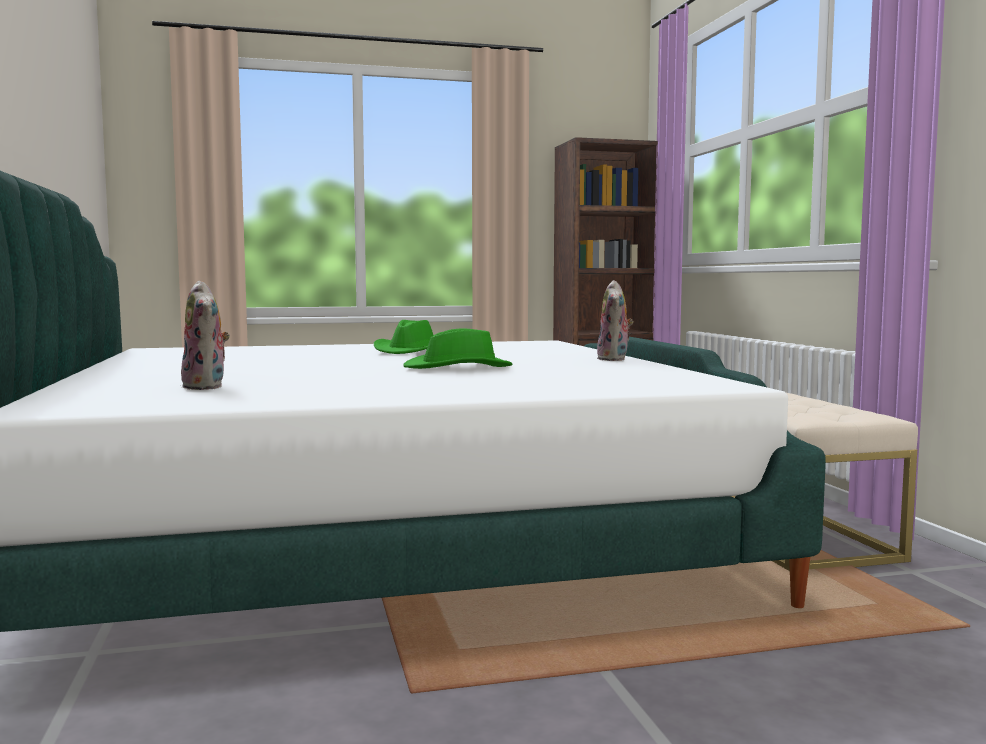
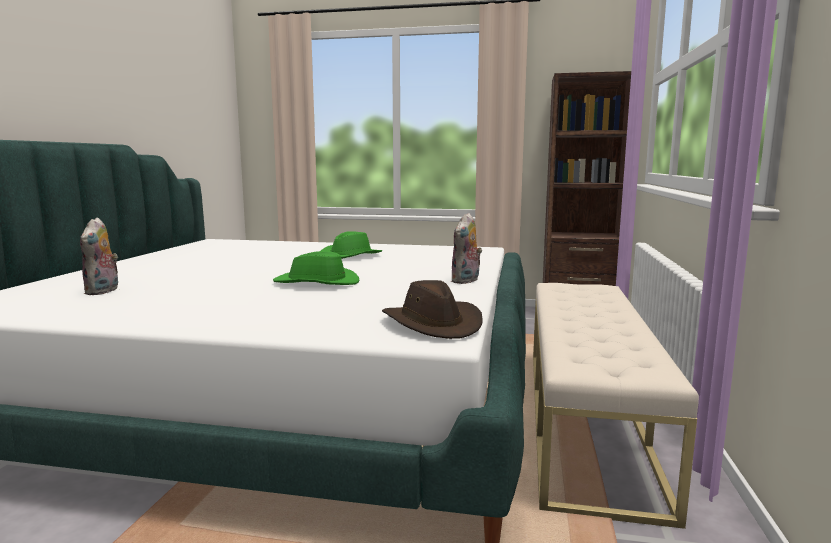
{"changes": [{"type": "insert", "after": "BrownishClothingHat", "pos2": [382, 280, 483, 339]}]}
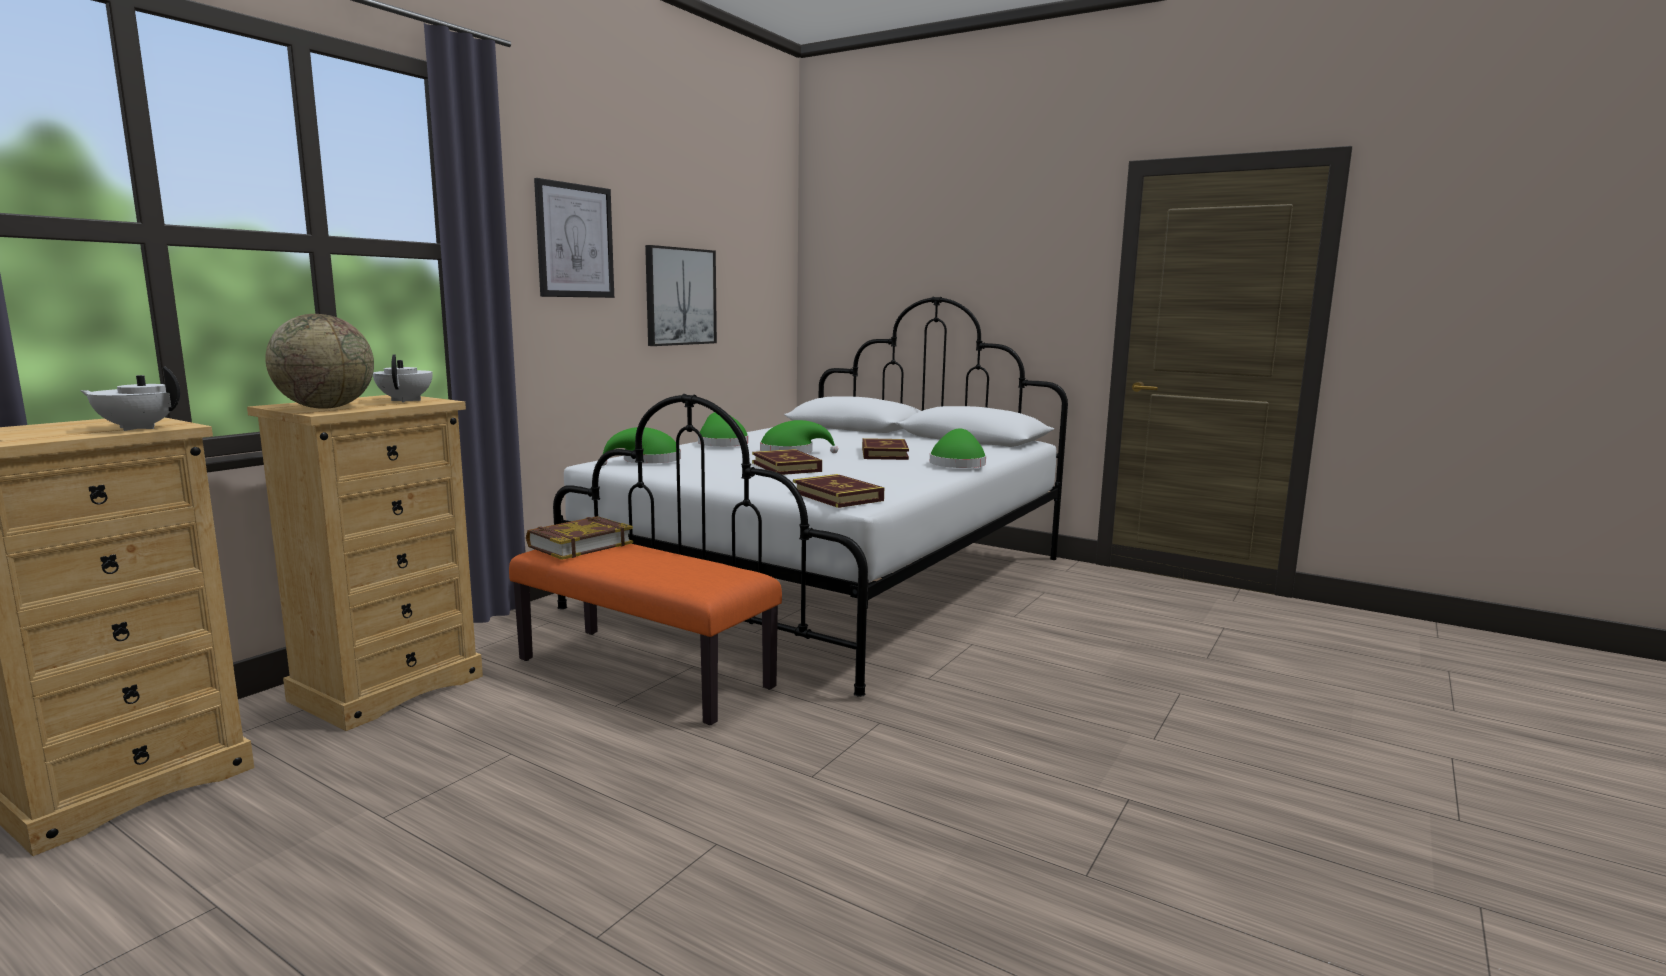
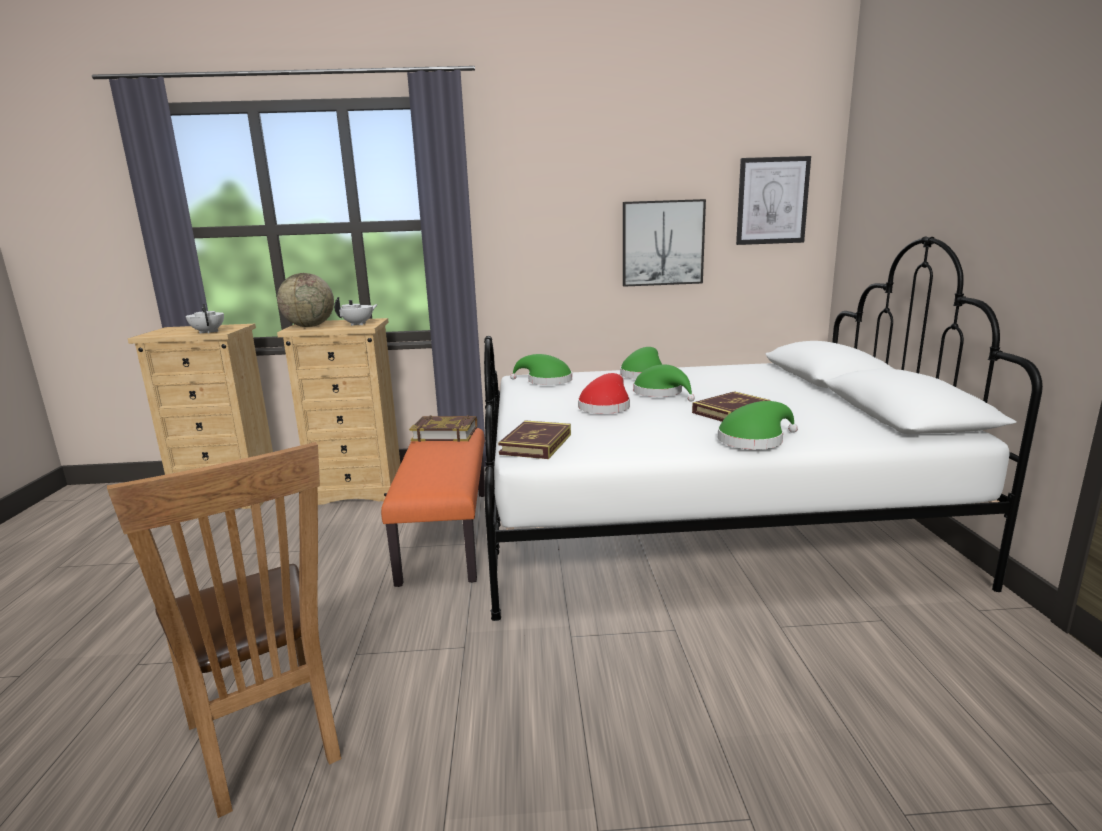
{"changes": [{"type": "move", "before": "WallArt", "pos1": [534, 178, 614, 298], "pos2": [736, 156, 811, 245]}, {"type": "replace", "before": "Volume", "after": "RedClothingHat", "pos1": [752, 449, 822, 475], "pos2": [578, 373, 630, 414]}, {"type": "insert", "after": "BrownishUprightChair", "pos2": [107, 442, 341, 818]}]}
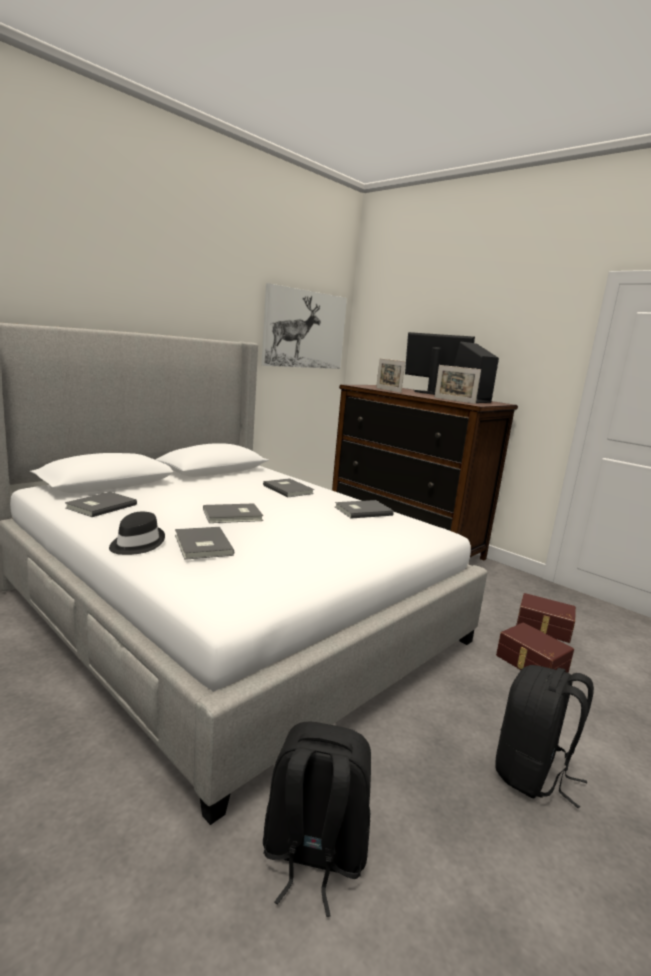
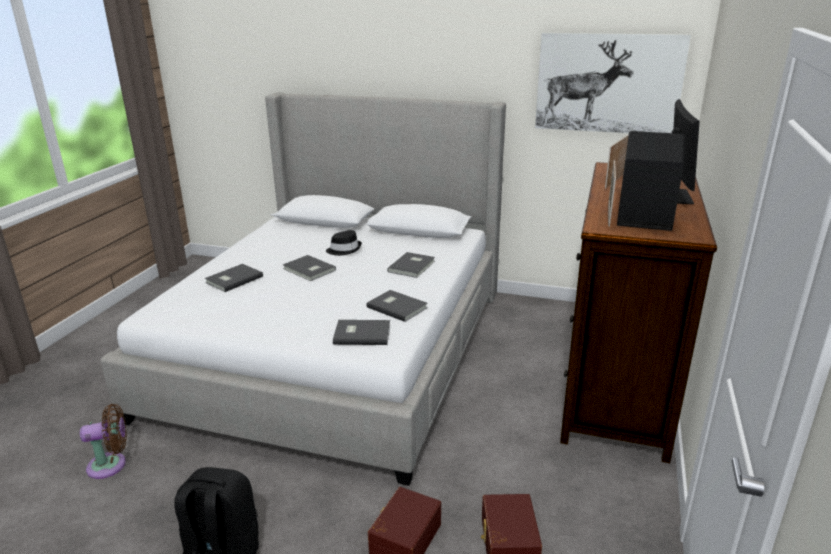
{"changes": [{"type": "move", "before": "GrayVolume", "pos1": [65, 492, 137, 517], "pos2": [333, 320, 390, 345]}, {"type": "move", "before": "BlackColouredClothingHat", "pos1": [109, 512, 165, 555], "pos2": [326, 230, 362, 256]}, {"type": "replace", "before": "BlackColouredBackpack", "after": "BrownishFan", "pos1": [263, 721, 371, 917], "pos2": [80, 404, 126, 479]}]}
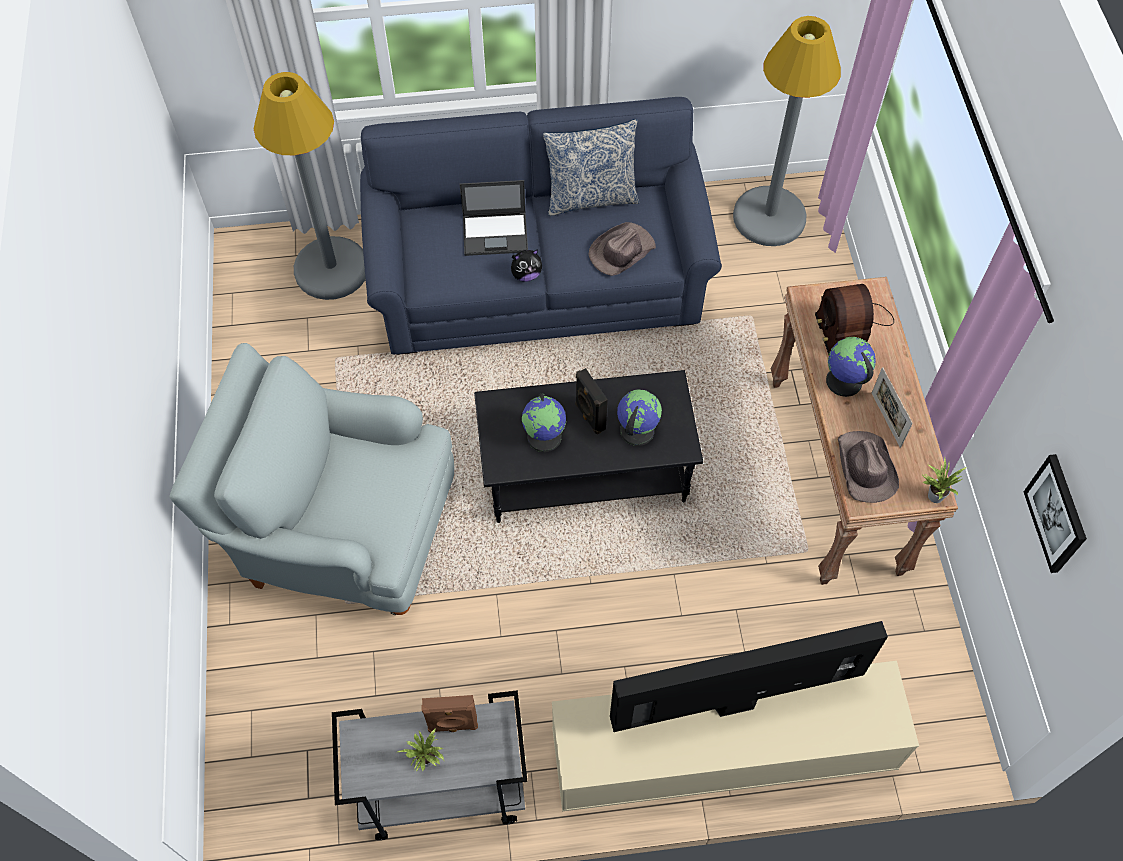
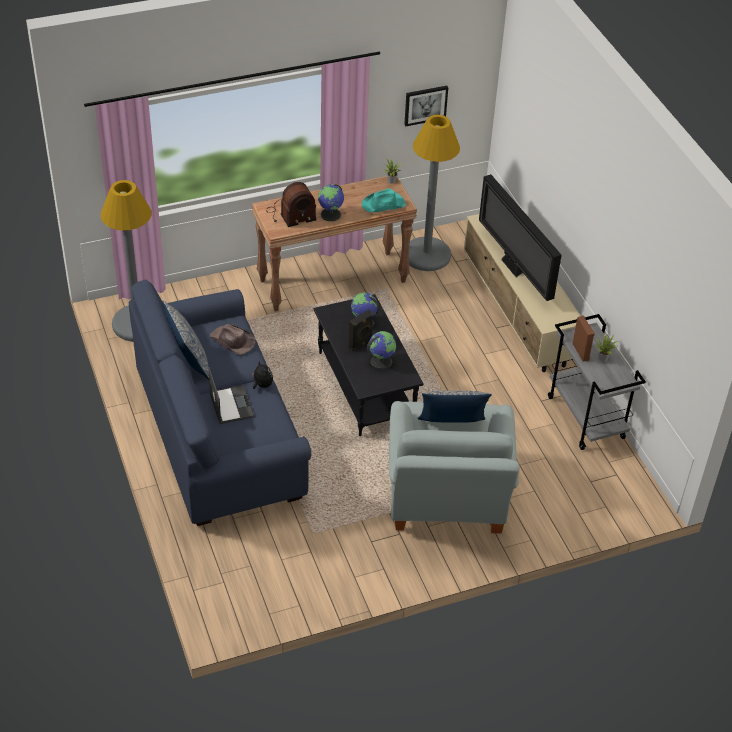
{"changes": [{"type": "move", "before": "GrayStandardLamp", "pos1": [254, 72, 366, 300], "pos2": [409, 115, 460, 271]}, {"type": "delete", "before": "PhotoFrame", "pos1": [872, 367, 913, 448]}, {"type": "recolor", "before": "BrownishClothingHat", "after": "TurquoiseColouredClothingHat", "pos1": [838, 431, 899, 503], "pos2": [362, 188, 405, 212]}, {"type": "insert", "after": "ThrowPillow", "pos2": [418, 391, 492, 423]}]}
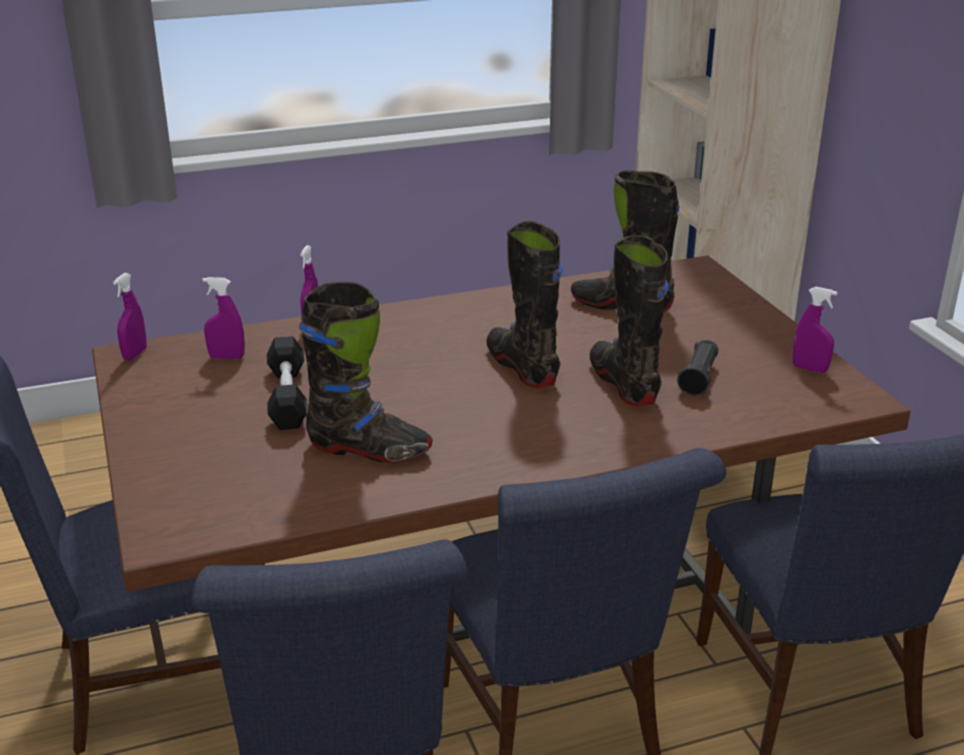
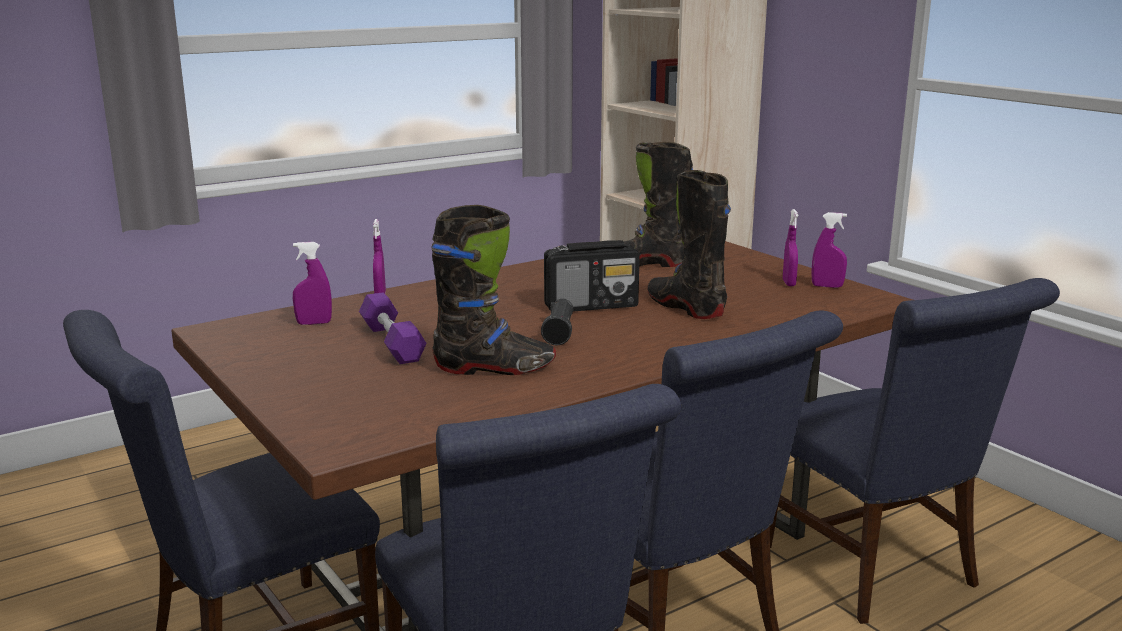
{"changes": [{"type": "replace", "before": "BlackColouredTallBoot", "after": "RadioSet", "pos1": [486, 221, 563, 388], "pos2": [544, 240, 640, 311]}, {"type": "move", "before": "PurpleColouredSprayer", "pos1": [113, 273, 147, 360], "pos2": [783, 209, 798, 286]}, {"type": "recolor", "before": "BlackColouredHandWeight", "after": "PurpleColouredHandWeight", "pos1": [267, 336, 307, 430], "pos2": [359, 292, 427, 364]}, {"type": "move", "before": "BlackColouredHandTorch", "pos1": [677, 340, 718, 396], "pos2": [541, 299, 573, 346]}]}
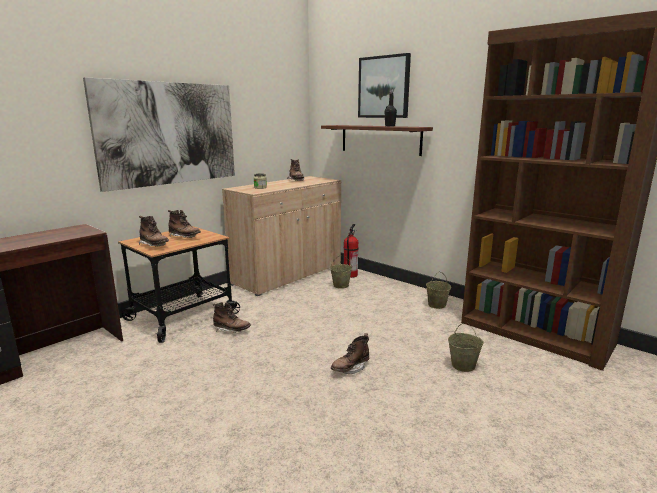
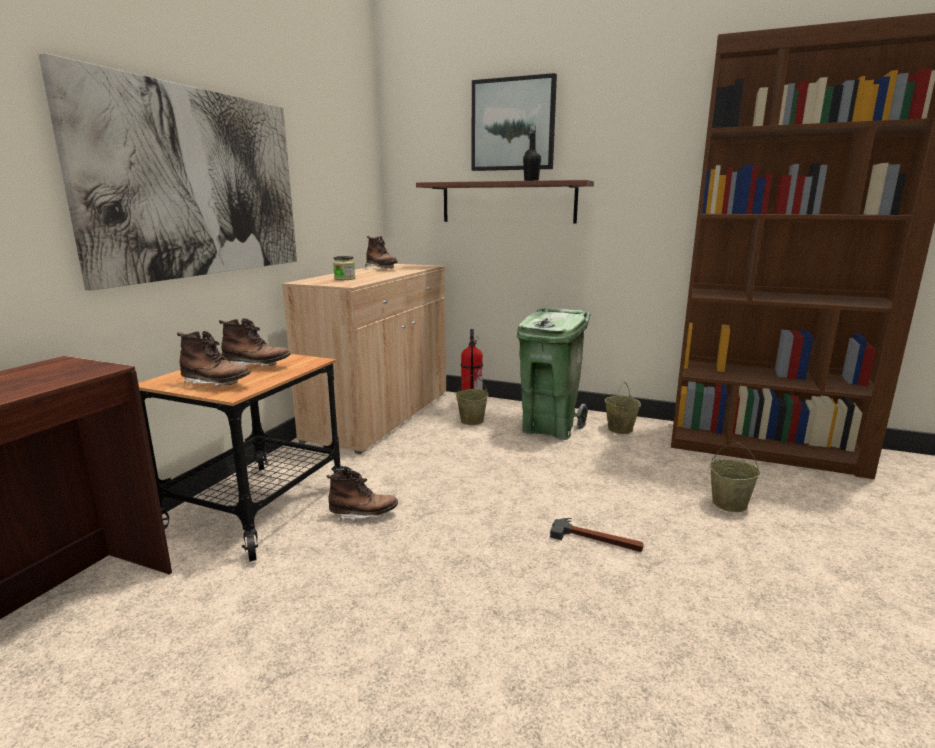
{"changes": [{"type": "replace", "before": "BrownishTallBoot", "after": "HandHammer", "pos1": [331, 333, 369, 374], "pos2": [550, 518, 644, 552]}, {"type": "insert", "after": "GreenRubbishBin", "pos2": [517, 308, 590, 440]}]}
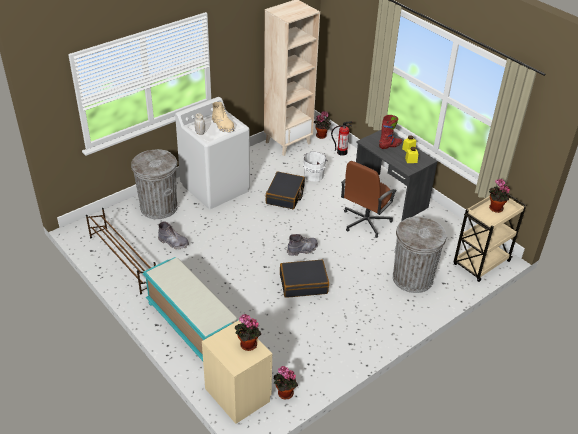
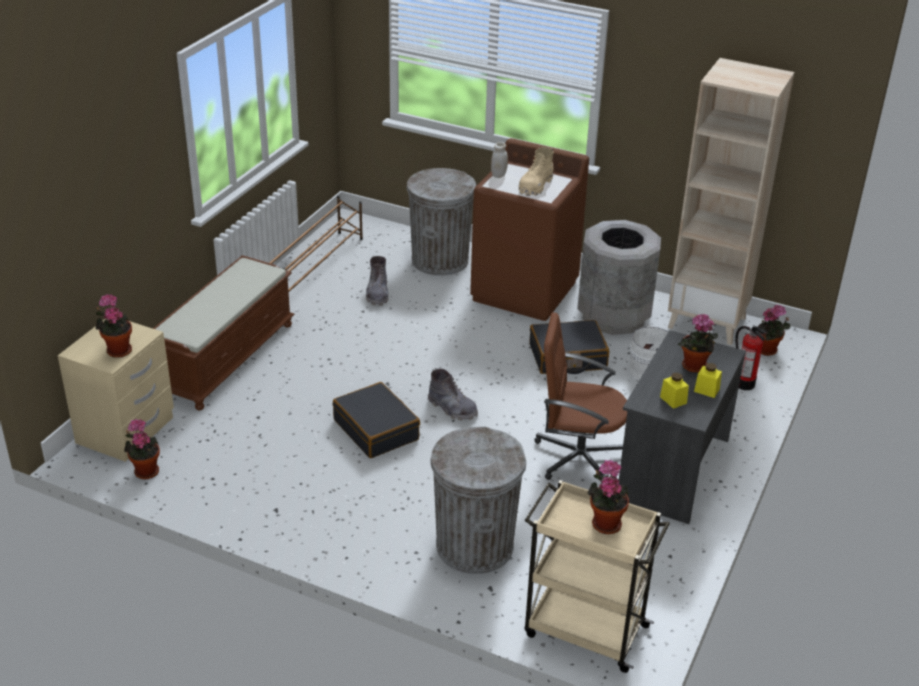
{"changes": [{"type": "recolor", "before": "WhiteLaundryAppliance", "after": "BrownishLaundryAppliance", "pos1": [175, 97, 250, 209], "pos2": [470, 138, 589, 321]}, {"type": "replace", "before": "RedTallBoot", "after": "Houseplant", "pos1": [379, 115, 402, 149], "pos2": [678, 314, 718, 373]}, {"type": "recolor", "before": "TurquoiseColouredIndoorBench", "after": "BrownishIndoorBench", "pos1": [142, 257, 238, 361], "pos2": [153, 255, 294, 410]}, {"type": "insert", "after": "GrayRubbishBin", "pos2": [577, 220, 661, 335]}]}
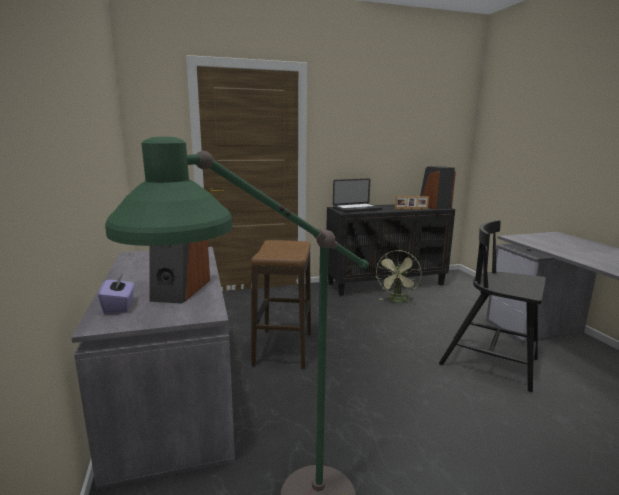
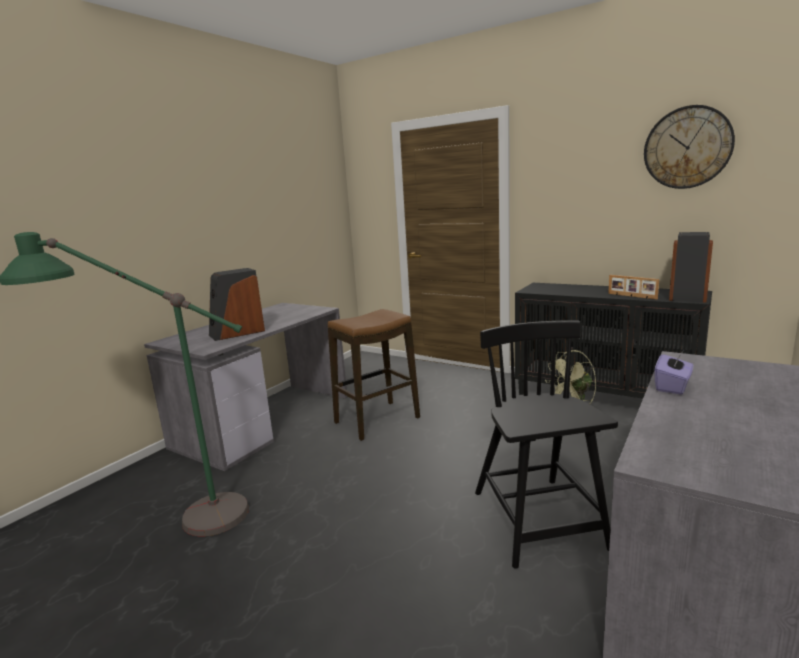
{"changes": [{"type": "delete", "before": "NotebookComputer", "pos1": [333, 179, 383, 212]}, {"type": "move", "before": "PurpleColouredTissueHolder", "pos1": [98, 273, 135, 314], "pos2": [654, 350, 694, 395]}, {"type": "insert", "after": "HangingClock", "pos2": [644, 105, 735, 189]}]}
